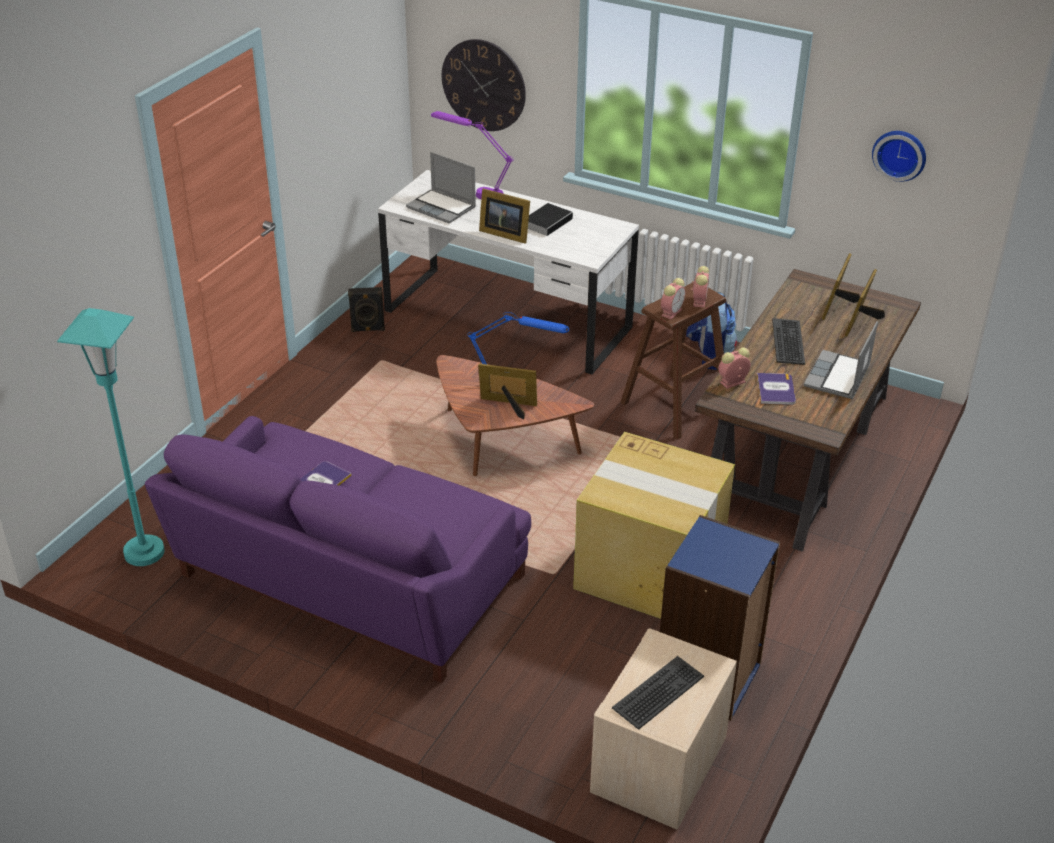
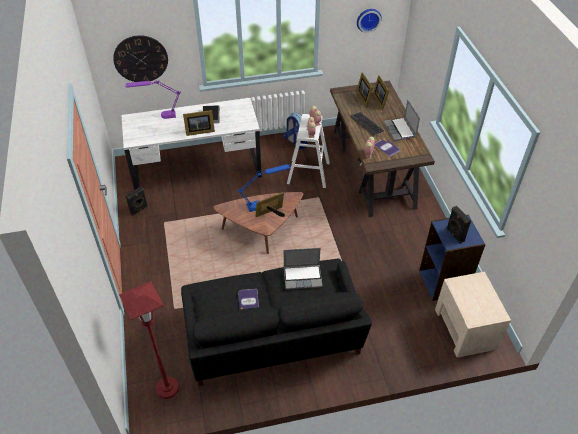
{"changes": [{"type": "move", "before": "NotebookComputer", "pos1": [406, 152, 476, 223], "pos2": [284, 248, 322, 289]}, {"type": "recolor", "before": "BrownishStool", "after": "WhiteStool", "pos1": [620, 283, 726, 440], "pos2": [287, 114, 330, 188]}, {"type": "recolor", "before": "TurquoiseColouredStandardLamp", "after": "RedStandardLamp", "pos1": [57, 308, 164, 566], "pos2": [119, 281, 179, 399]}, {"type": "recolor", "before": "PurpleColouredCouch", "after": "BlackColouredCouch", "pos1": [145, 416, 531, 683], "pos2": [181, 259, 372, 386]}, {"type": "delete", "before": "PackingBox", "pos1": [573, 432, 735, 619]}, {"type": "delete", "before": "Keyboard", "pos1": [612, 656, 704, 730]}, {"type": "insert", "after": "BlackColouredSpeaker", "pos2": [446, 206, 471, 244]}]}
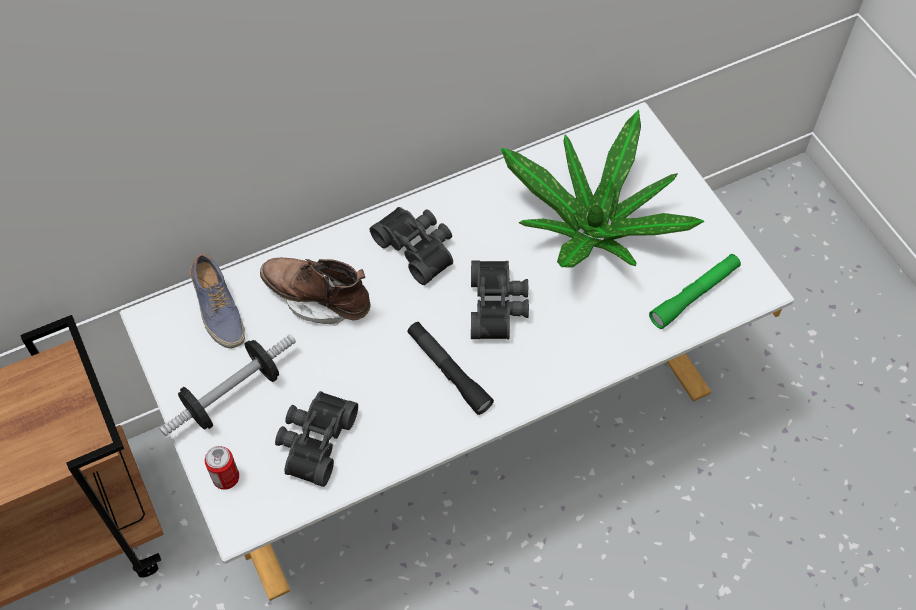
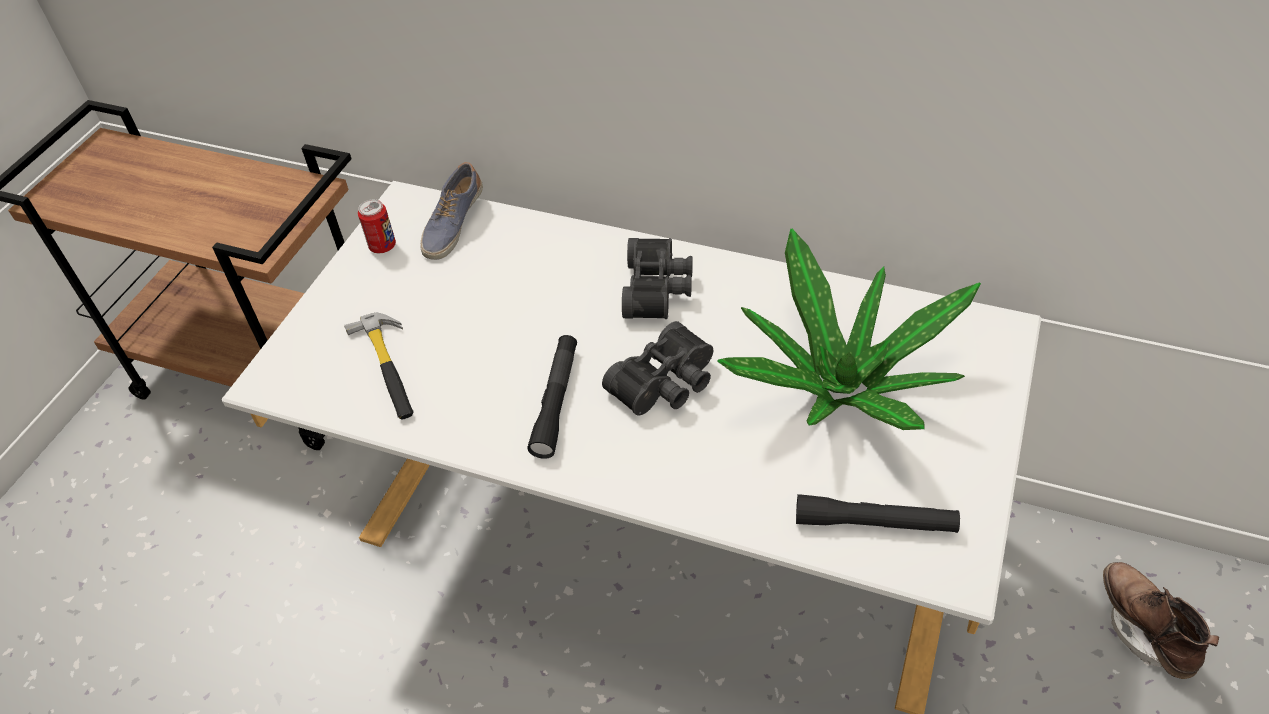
{"changes": [{"type": "recolor", "before": "GreenHandTorch", "after": "BlackColouredHandTorch", "pos1": [649, 254, 741, 329], "pos2": [796, 494, 960, 533]}, {"type": "move", "before": "BrownishTallBoot", "pos1": [260, 258, 371, 326], "pos2": [1103, 562, 1219, 679]}, {"type": "delete", "before": "HandWeight", "pos1": [159, 334, 296, 437]}, {"type": "replace", "before": "BlackColouredFieldGlasses", "after": "HandHammer", "pos1": [275, 391, 358, 487], "pos2": [344, 313, 414, 419]}, {"type": "move", "before": "SealedCan", "pos1": [205, 446, 239, 490], "pos2": [358, 199, 396, 253]}]}
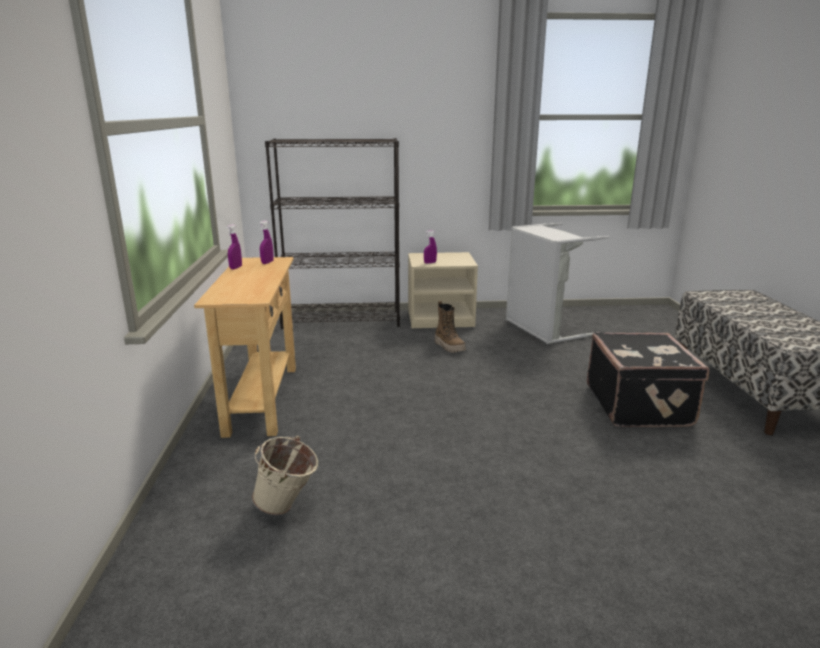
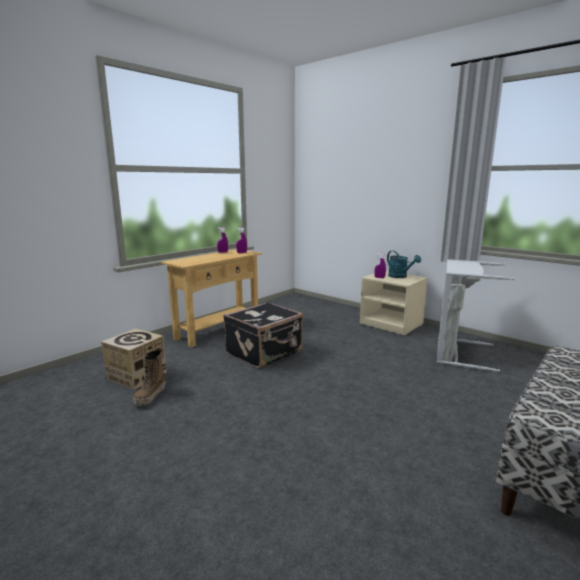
{"changes": [{"type": "delete", "before": "BlackColouredBookcase", "pos1": [265, 138, 400, 329]}, {"type": "move", "before": "TallBoot", "pos1": [435, 301, 466, 353], "pos2": [133, 347, 165, 406]}, {"type": "move", "before": "BlackColouredSuitcase", "pos1": [587, 332, 709, 427], "pos2": [223, 302, 303, 368]}, {"type": "replace", "before": "BeigeBucket", "after": "PackingBox", "pos1": [252, 436, 318, 515], "pos2": [101, 329, 167, 390]}, {"type": "insert", "after": "TurquoiseColouredWateringCan", "pos2": [387, 251, 421, 278]}]}
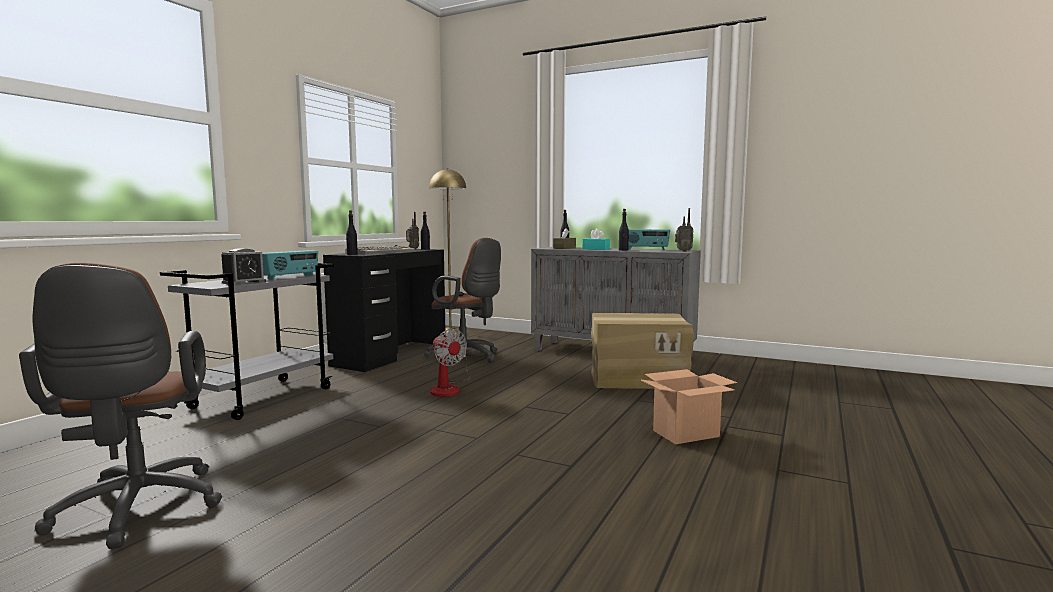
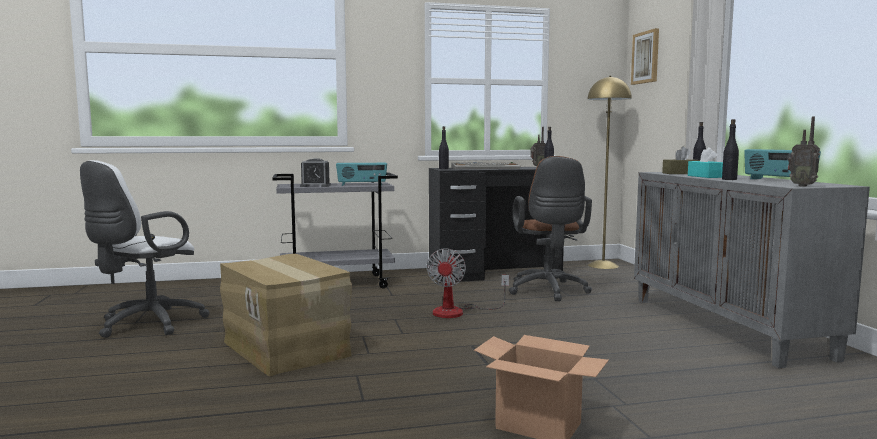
{"changes": [{"type": "recolor", "before": "BrownishDeskChair", "after": "WhiteDeskChair", "pos1": [19, 263, 222, 549], "pos2": [80, 160, 210, 338]}, {"type": "move", "before": "PackingBox", "pos1": [591, 313, 694, 389], "pos2": [220, 254, 352, 376]}, {"type": "insert", "after": "WallArt", "pos2": [631, 28, 659, 85]}]}
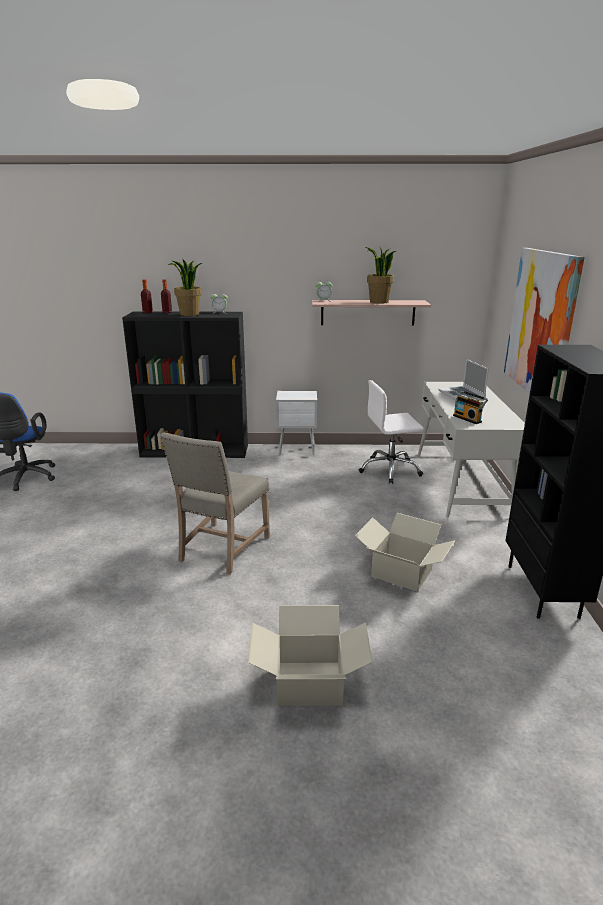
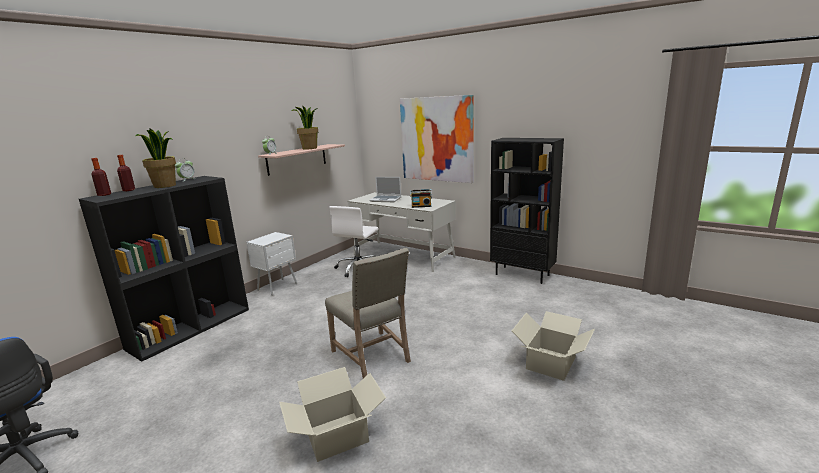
{"changes": [{"type": "move", "before": "PackingBox", "pos1": [355, 513, 455, 592], "pos2": [279, 367, 386, 462]}]}
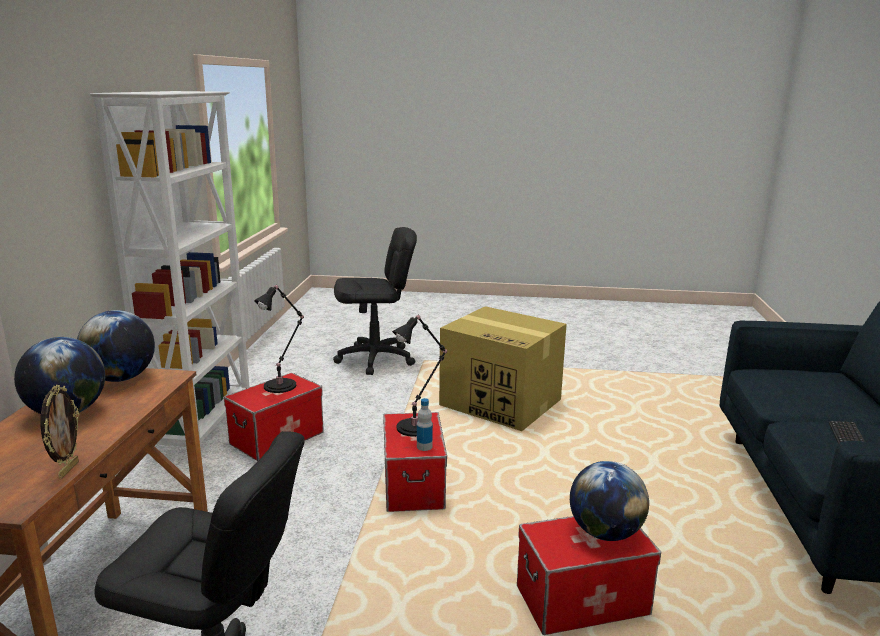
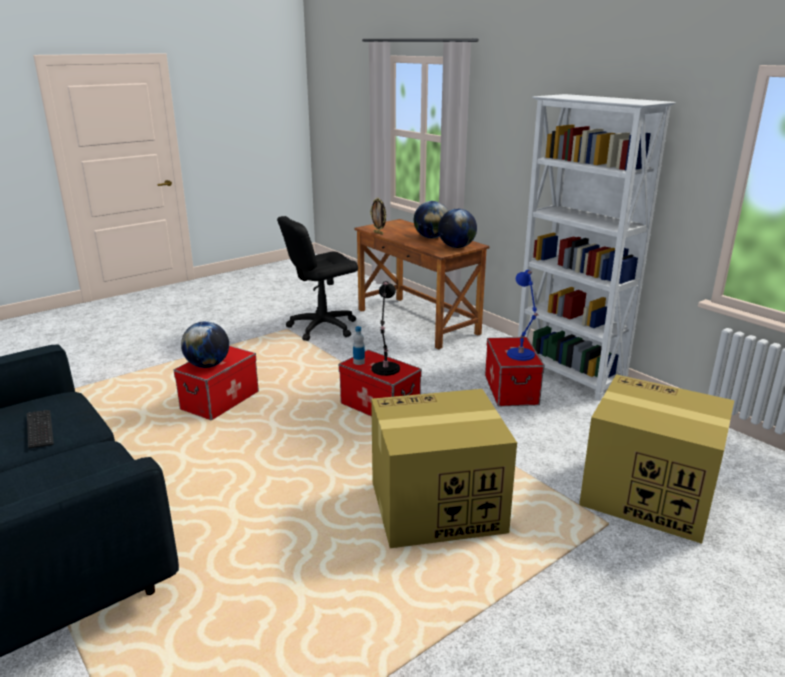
{"changes": [{"type": "replace", "before": "BlackColouredDeskChair", "after": "PackingBox", "pos1": [333, 227, 417, 375], "pos2": [579, 374, 734, 544]}, {"type": "recolor", "before": "BlackColouredTabletopLamp", "after": "BlueTabletopLamp", "pos1": [254, 284, 304, 393], "pos2": [507, 270, 538, 361]}]}
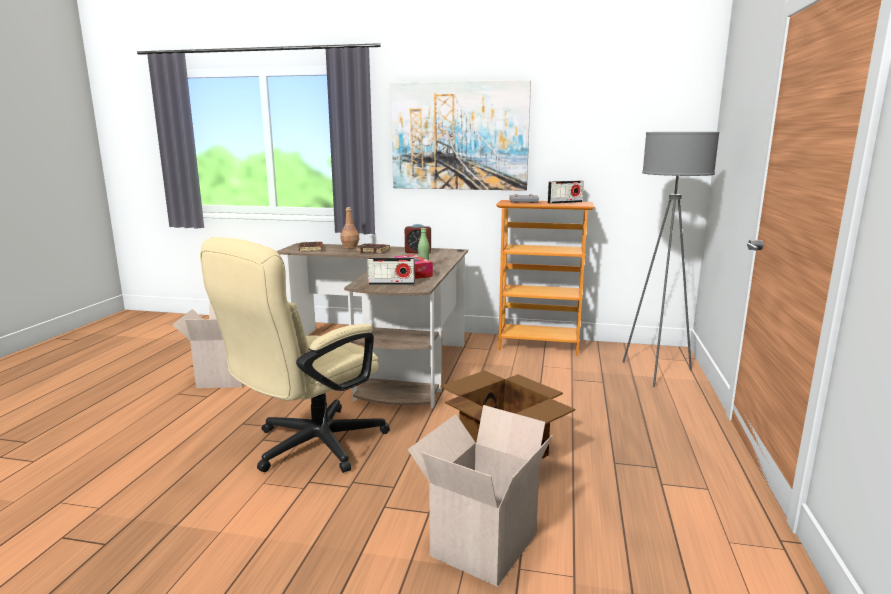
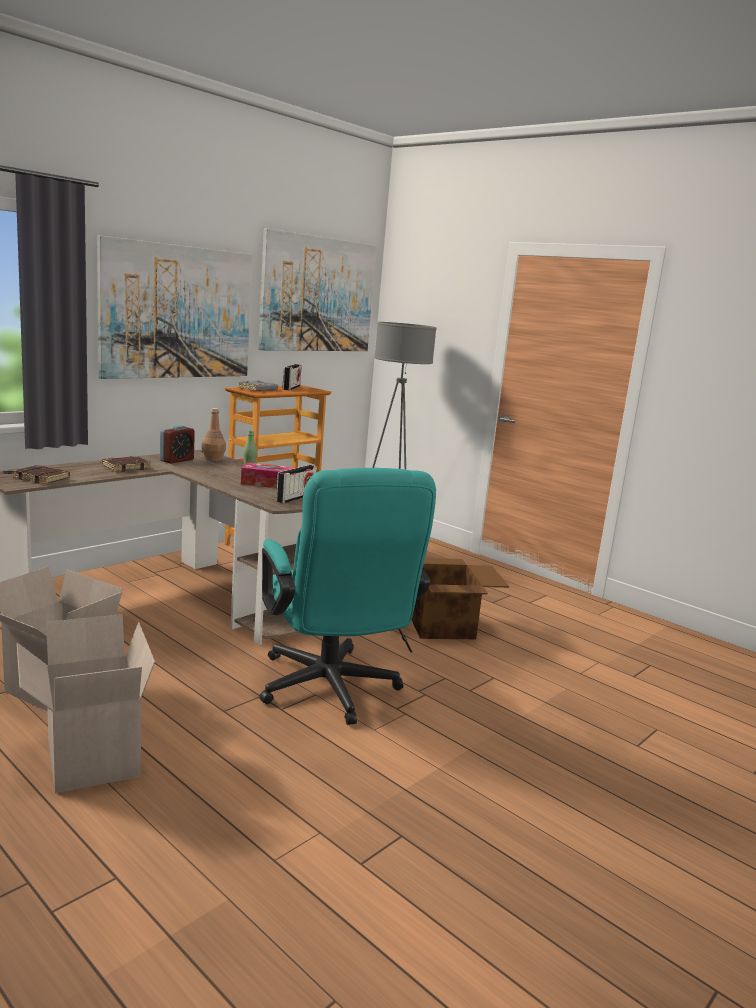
{"changes": [{"type": "move", "before": "BrownishDrinkBottle", "pos1": [340, 207, 359, 249], "pos2": [202, 408, 226, 461]}, {"type": "recolor", "before": "BeigeDeskChair", "after": "TurquoiseColouredDeskChair", "pos1": [200, 237, 390, 473], "pos2": [259, 468, 436, 725]}, {"type": "move", "before": "PackingBox", "pos1": [408, 405, 553, 587], "pos2": [17, 614, 155, 793]}, {"type": "insert", "after": "WallArt", "pos2": [258, 228, 376, 351]}]}
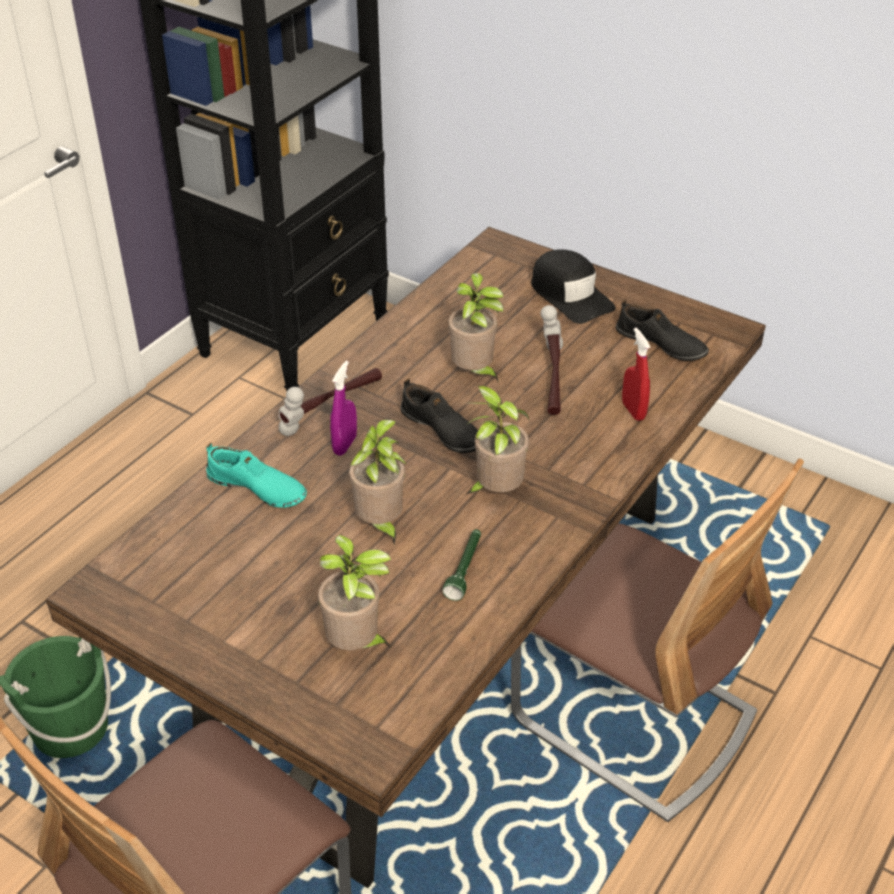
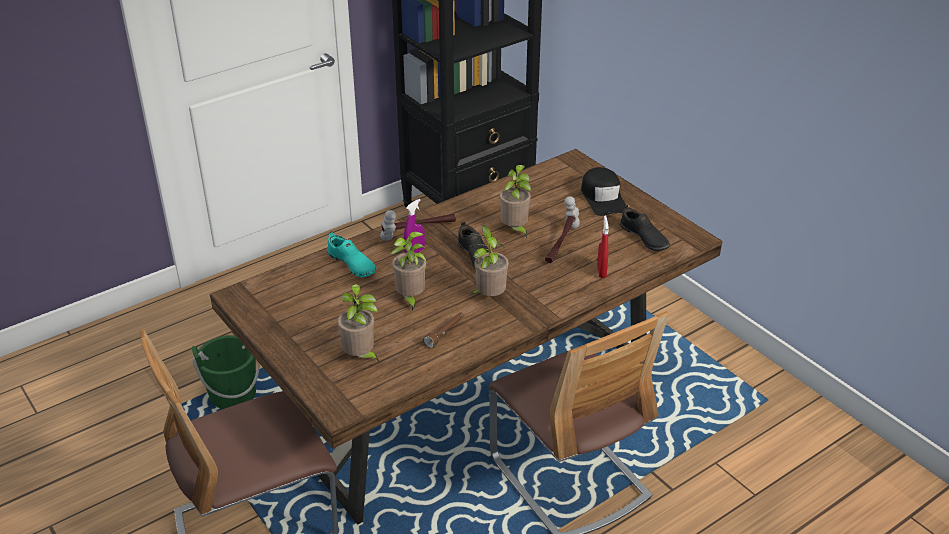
{"changes": [{"type": "recolor", "before": "GreenHandTorch", "after": "BrownishHandTorch", "pos1": [442, 529, 481, 601], "pos2": [423, 312, 464, 348]}]}
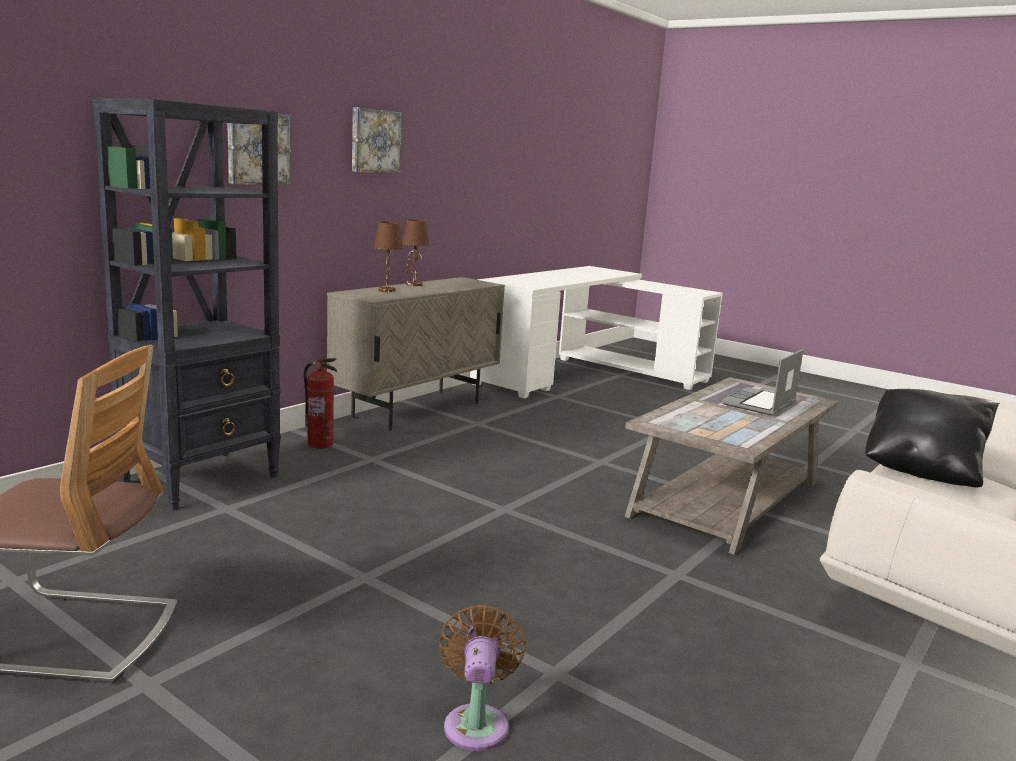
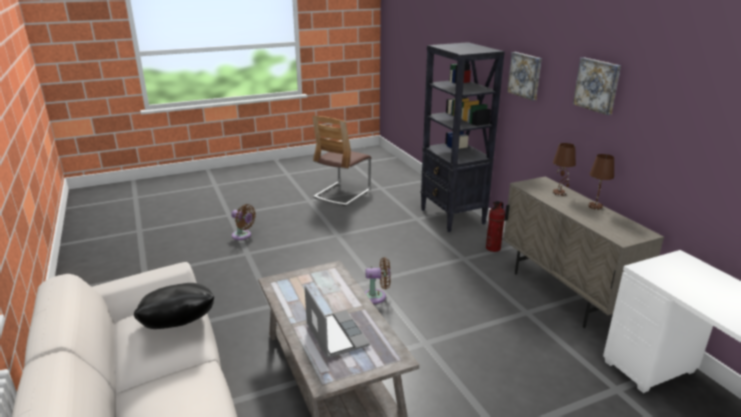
{"changes": [{"type": "insert", "after": "BrownishFan", "pos2": [364, 257, 391, 304]}]}
